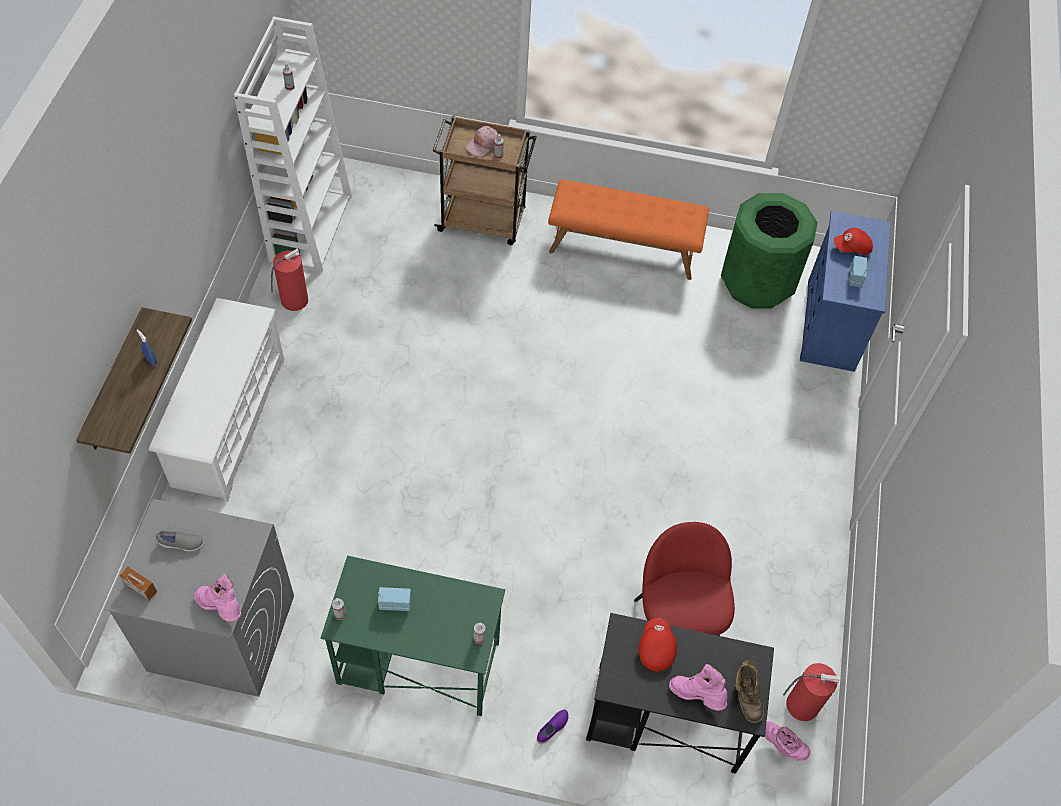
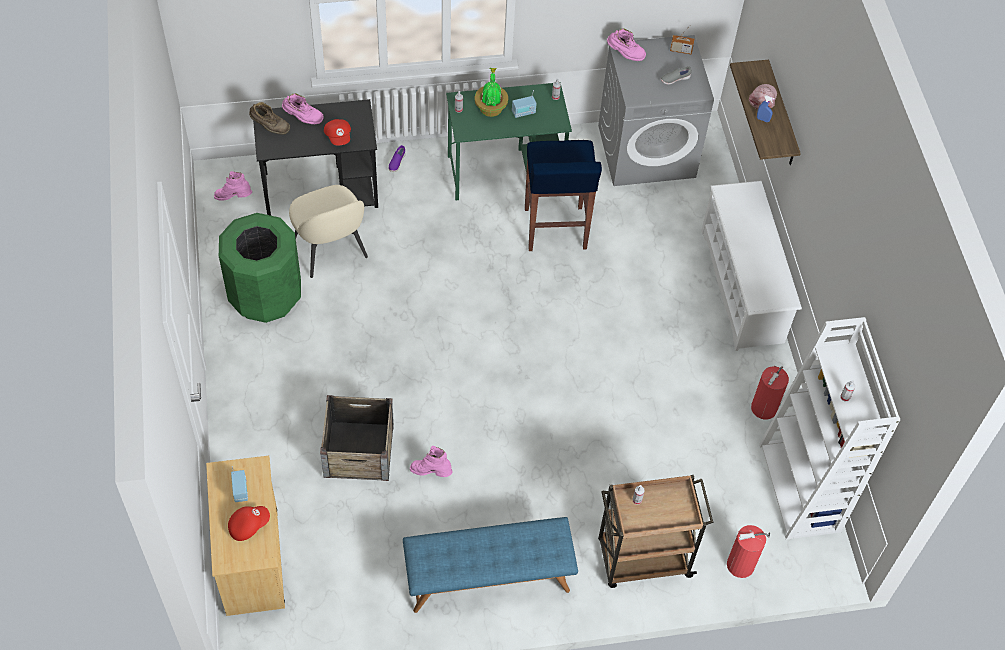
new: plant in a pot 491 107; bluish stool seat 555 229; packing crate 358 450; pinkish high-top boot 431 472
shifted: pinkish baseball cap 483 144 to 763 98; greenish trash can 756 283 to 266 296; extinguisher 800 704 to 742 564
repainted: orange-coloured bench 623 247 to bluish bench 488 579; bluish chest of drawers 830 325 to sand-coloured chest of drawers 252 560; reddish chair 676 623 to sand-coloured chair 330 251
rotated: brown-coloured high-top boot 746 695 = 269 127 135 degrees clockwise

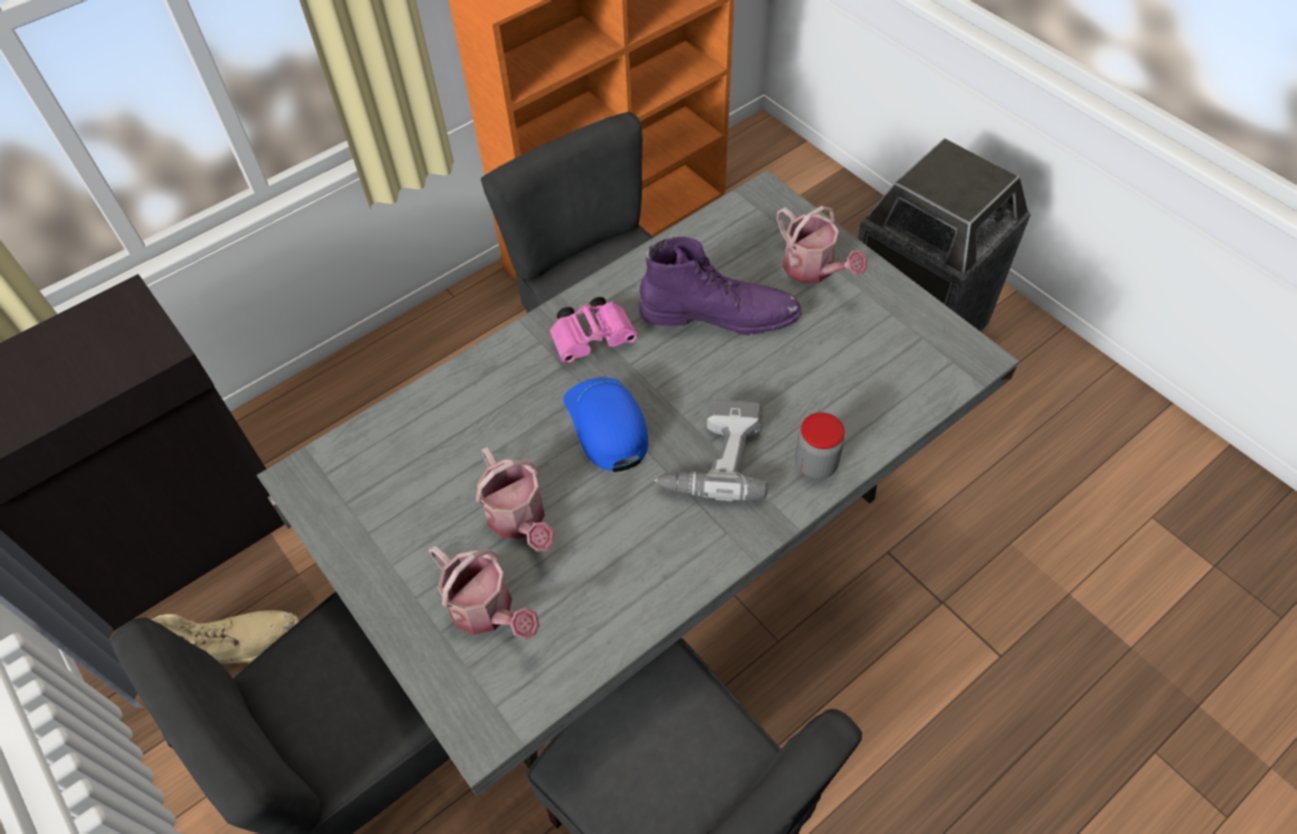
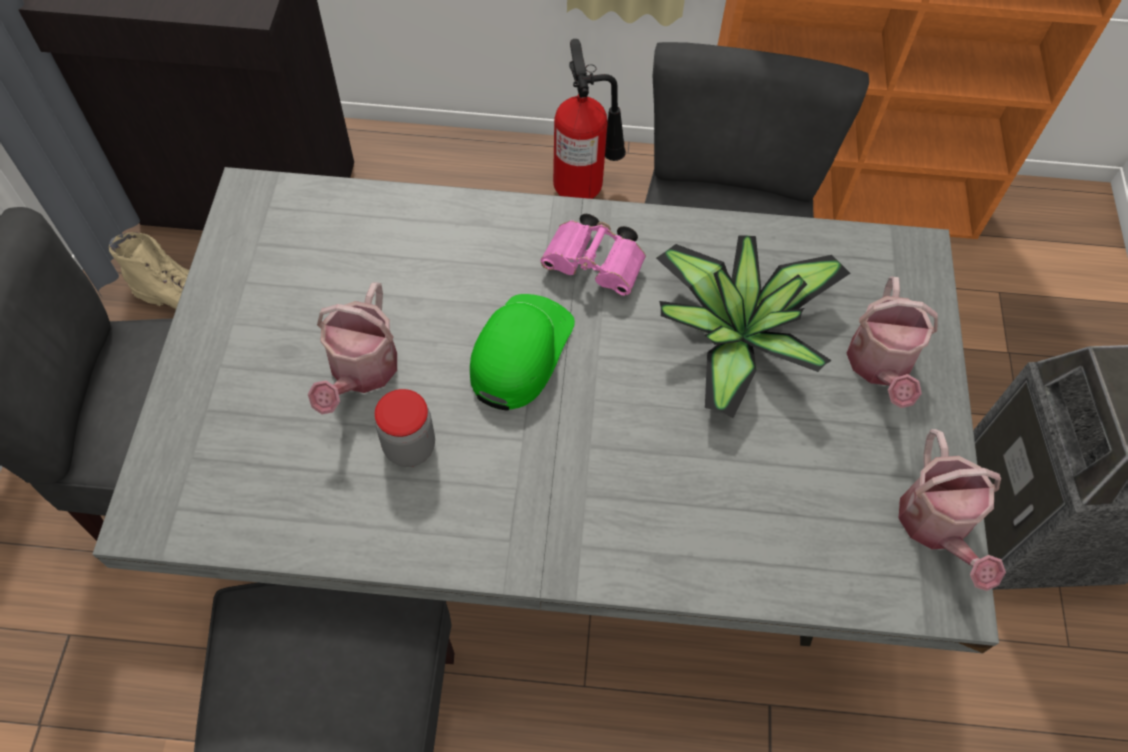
gone: electric drill 713 458
new: extinguisher 584 185
shifted: jar 815 464 to 409 447; watering pot 488 611 to 937 527
swapped: purple high-top boot 720 313 to plant in a pot 737 334
repainted: bluish baseball cap 607 425 to greenish baseball cap 520 352

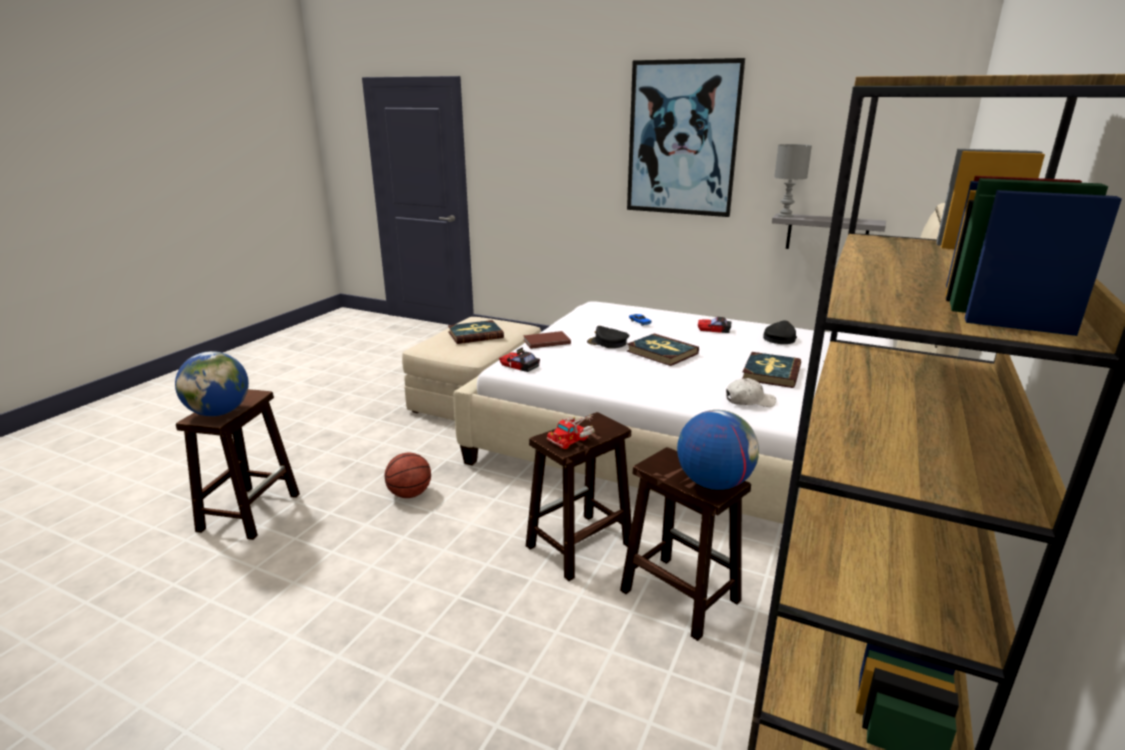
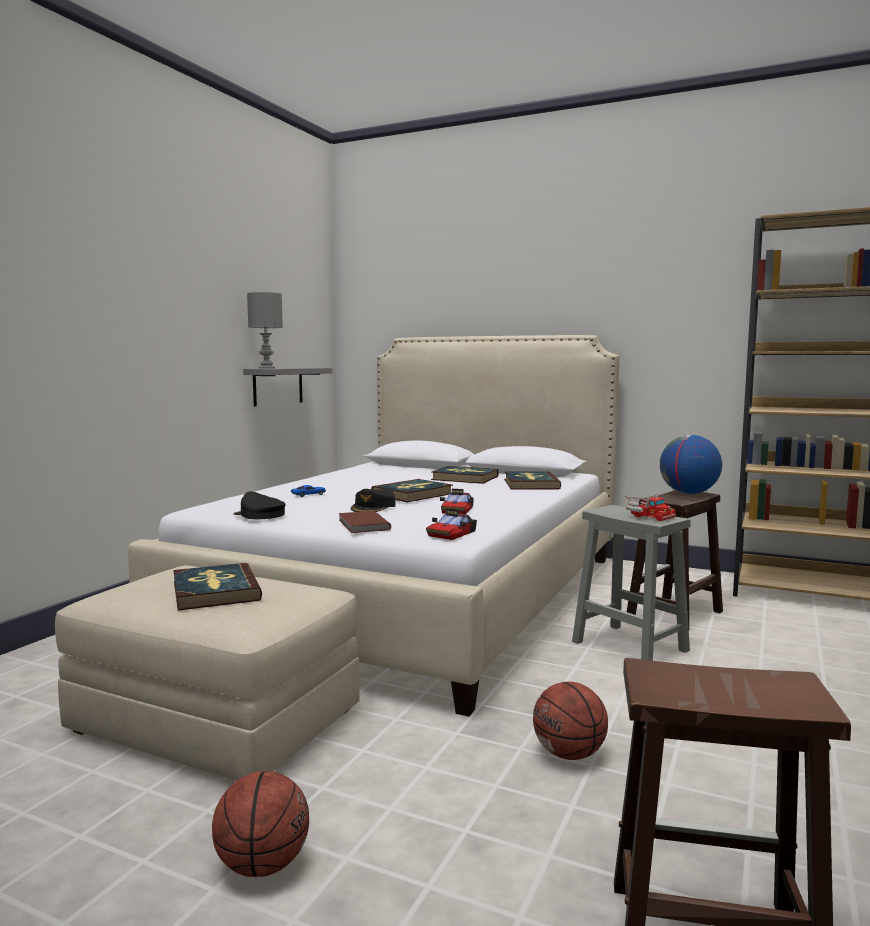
gone: wall picture 682 139; world globe 219 412
new: basketball 263 865
shifted: model car 714 329 to 457 510; black-coloured baseball cap 779 338 to 259 515
swapped: white-coloured baseball cap 749 401 to bound book 530 484
repainted: brown-coloured stool seat 578 546 to gray stool seat 631 646

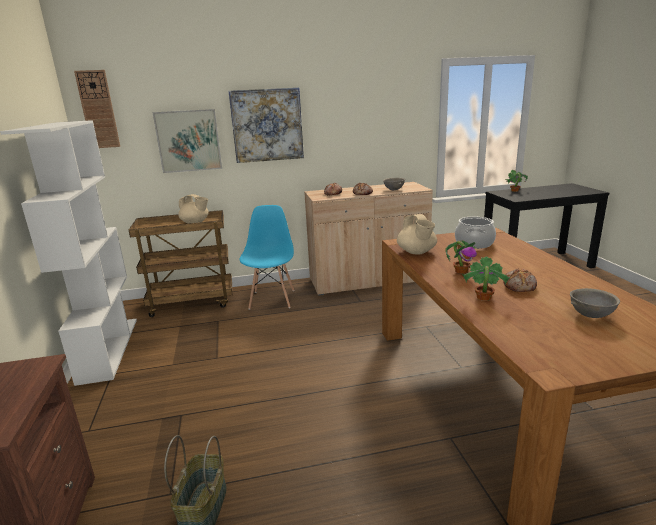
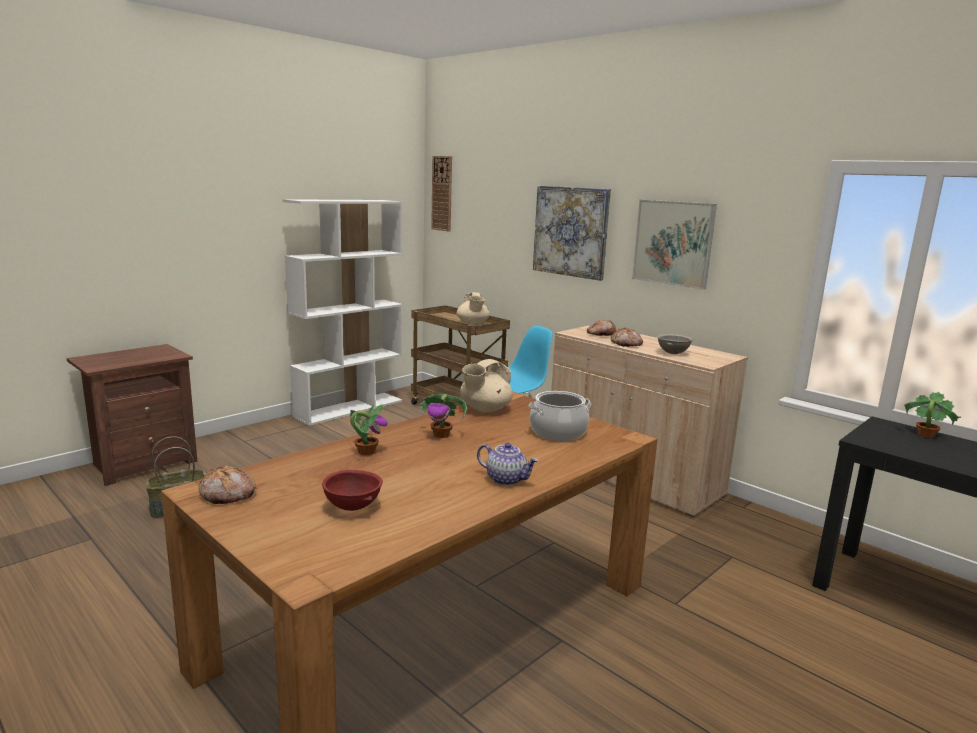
new: tea pot 506 479
shifted: wall picture 188 141 to 673 243; baked bread 520 286 to 227 494
repainted: gray deep dish 590 315 to reddish deep dish 353 507

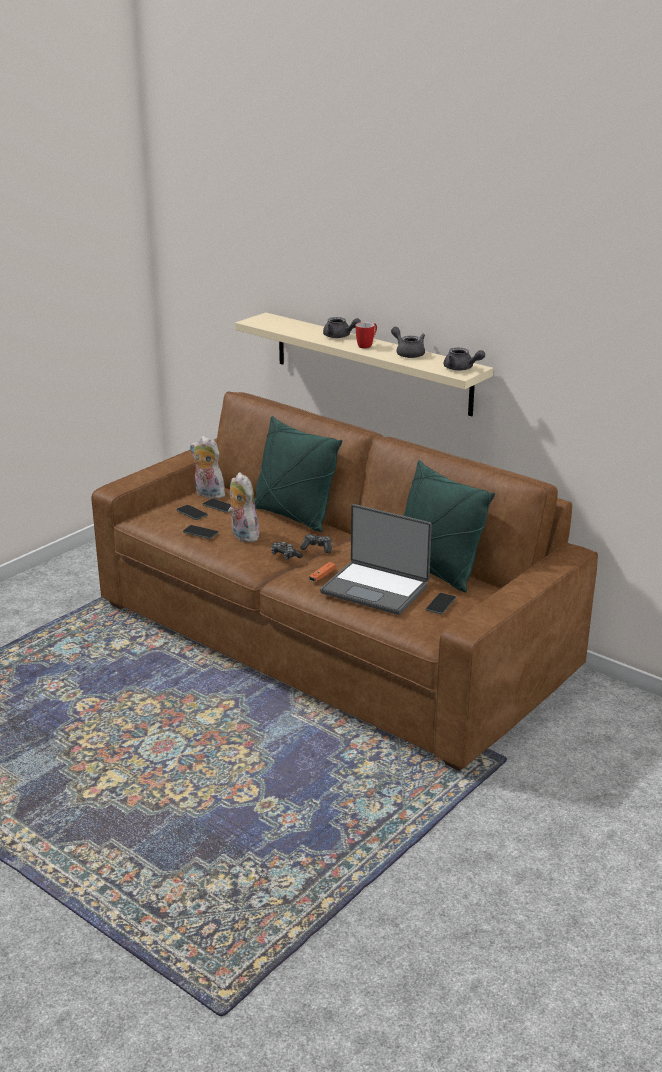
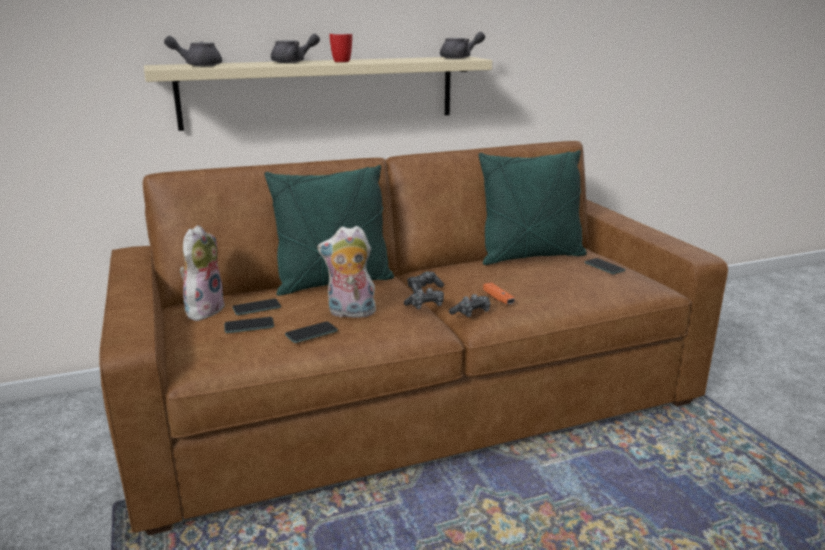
gone: portable computer 376 589
new: gamepad 471 313
shifted: gray tea pot 408 353 to 198 65
rotated: soft toy 207 494 = 204 310 135 degrees clockwise

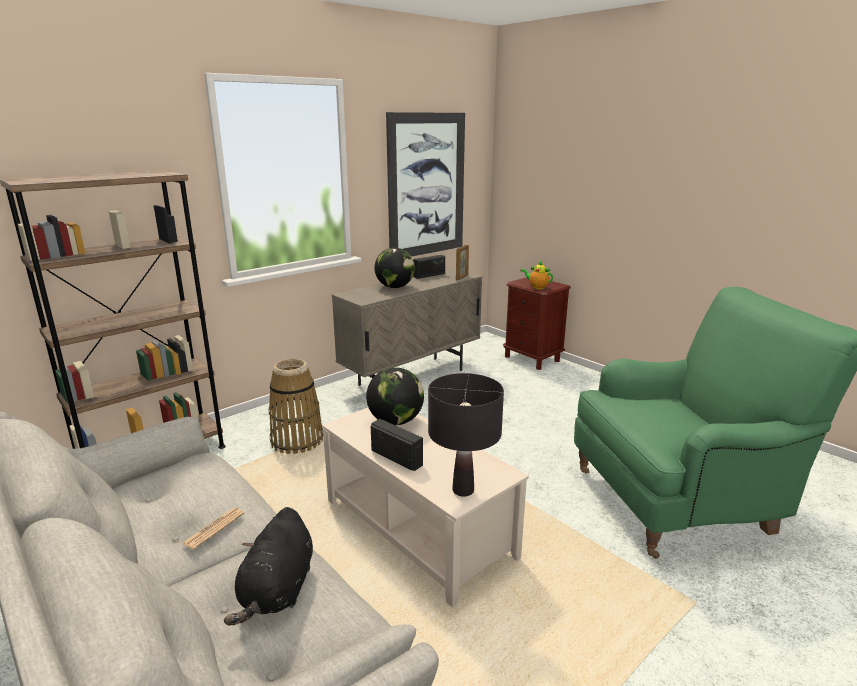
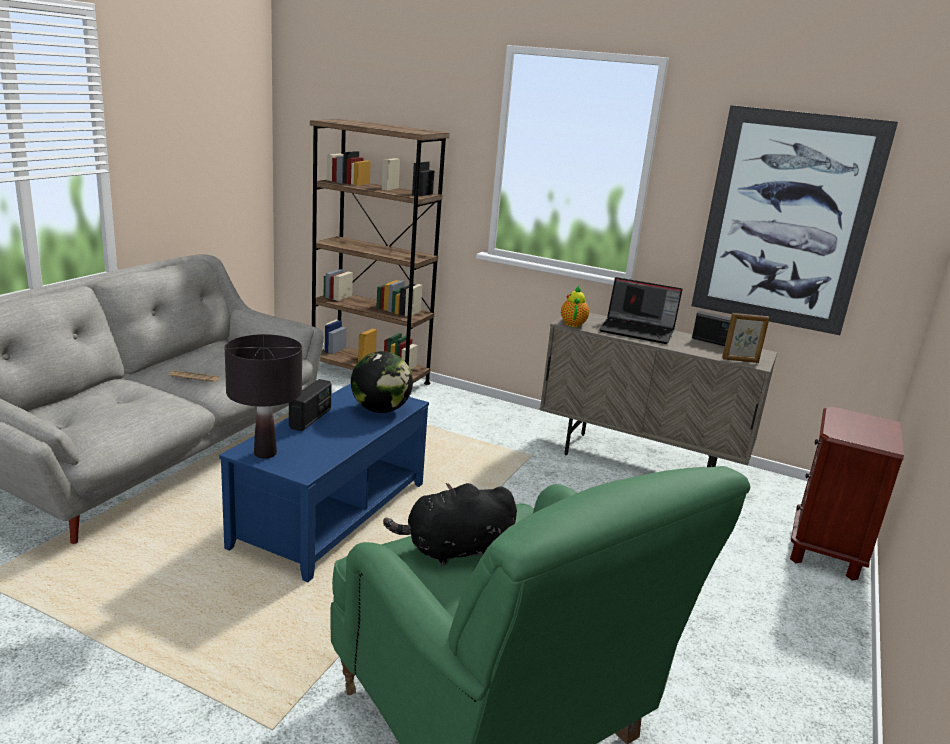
gone: basket 297 441
shifted: tea pot 537 287 to 573 323; black-coloured soft toy 278 591 to 454 551
swapped: world globe 395 287 to portable computer 638 331
repainted: sand-coloured coffee table 417 528 to bluish coffee table 332 514

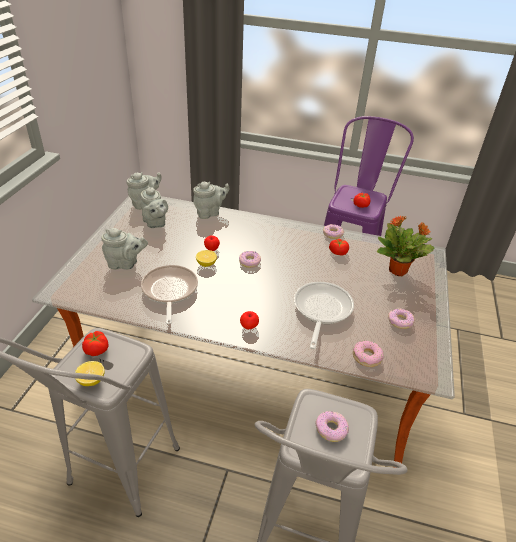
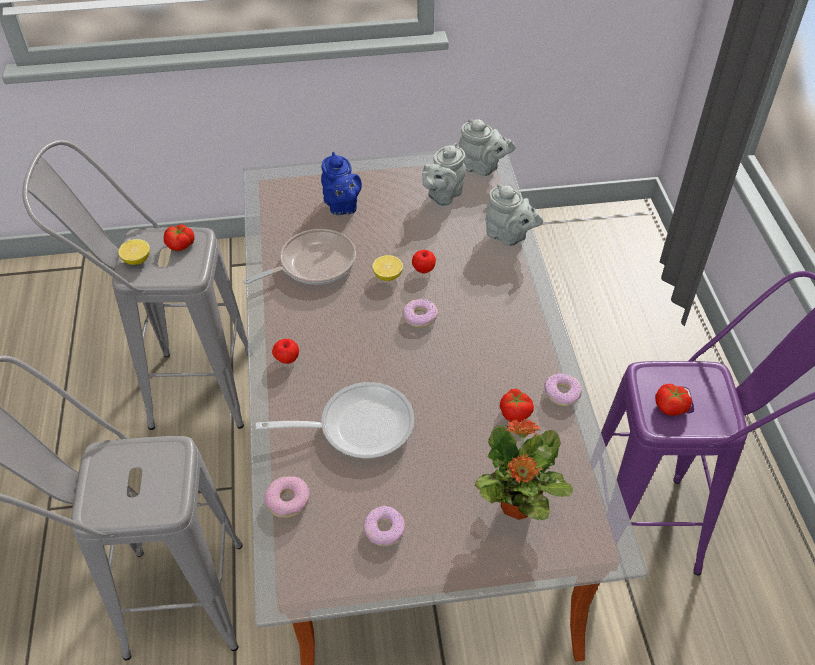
gone: ring doughnut 331 429
repainted: gray tea pot 125 264 to bluish tea pot 341 207

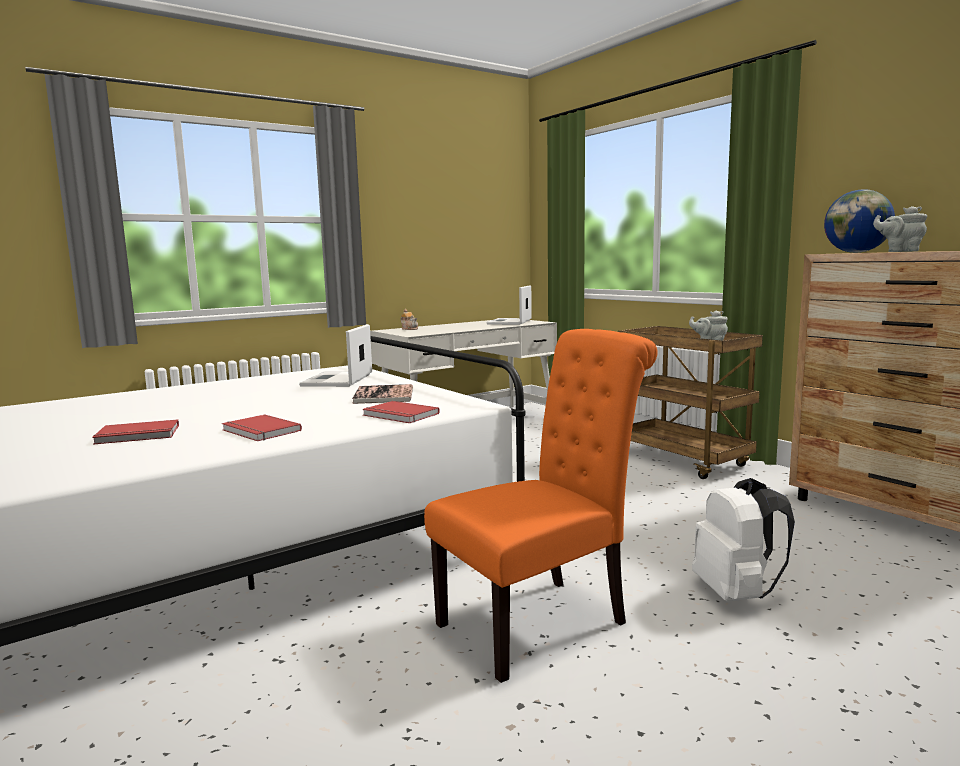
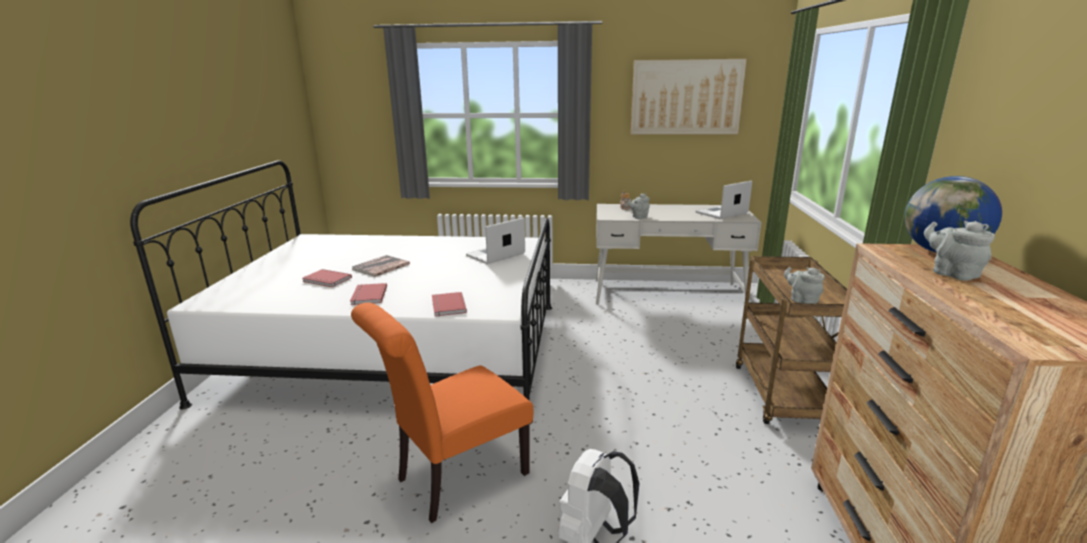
new: wall picture 686 97; gray tea pot 638 217
shifted: bound book 384 395 to 381 267
rotated: orange-coloured chair 542 620 = 455 479 135 degrees clockwise

